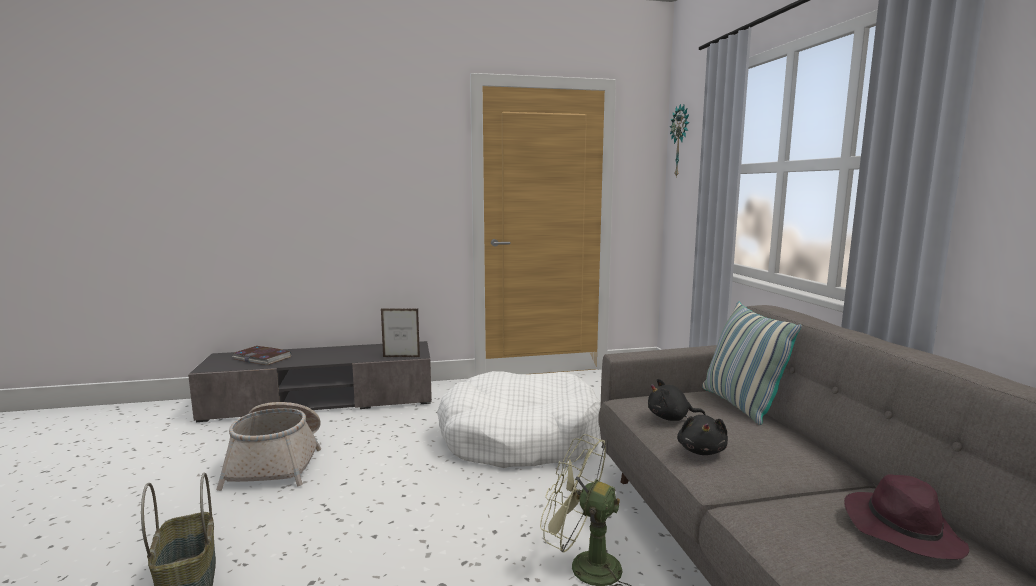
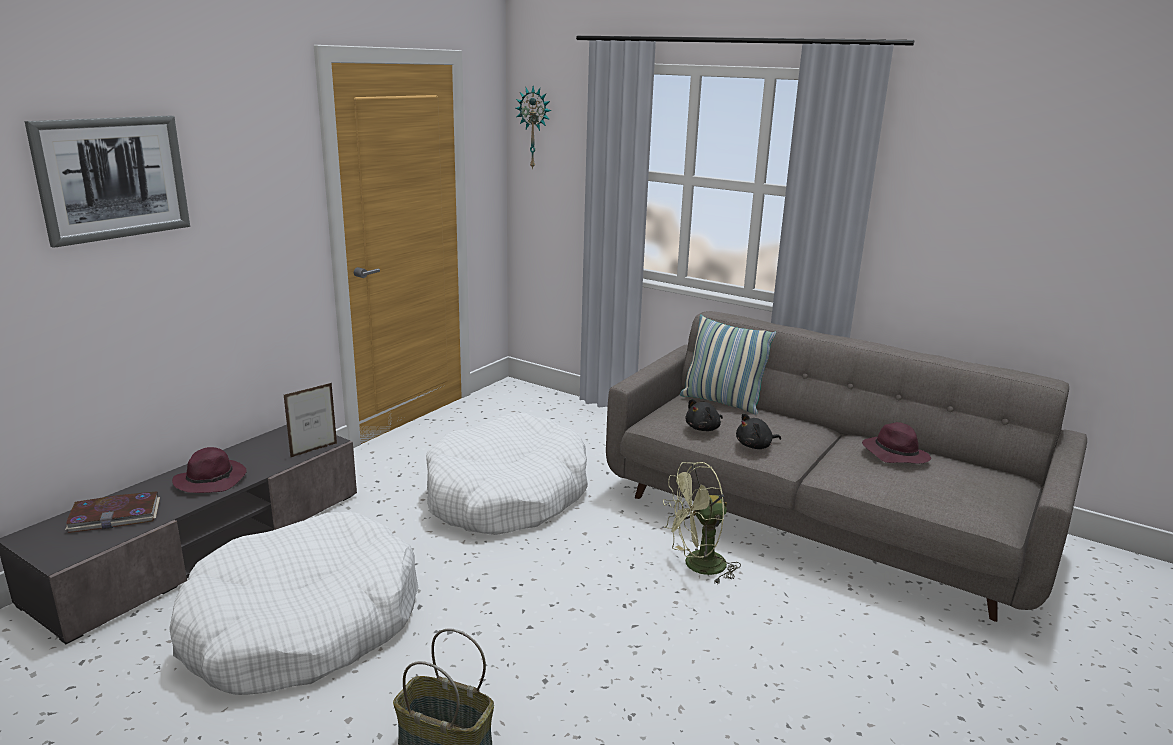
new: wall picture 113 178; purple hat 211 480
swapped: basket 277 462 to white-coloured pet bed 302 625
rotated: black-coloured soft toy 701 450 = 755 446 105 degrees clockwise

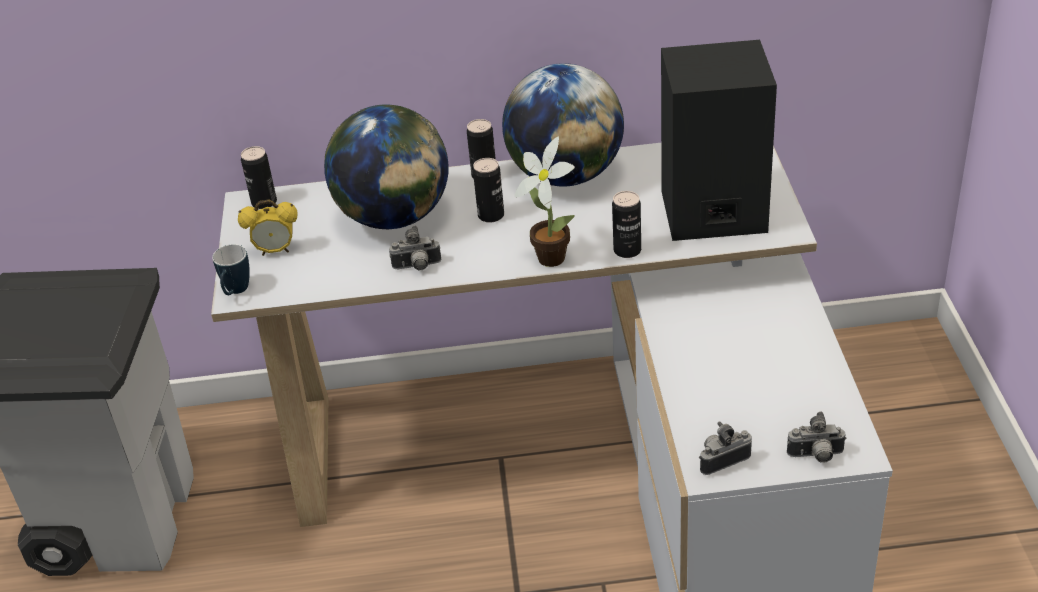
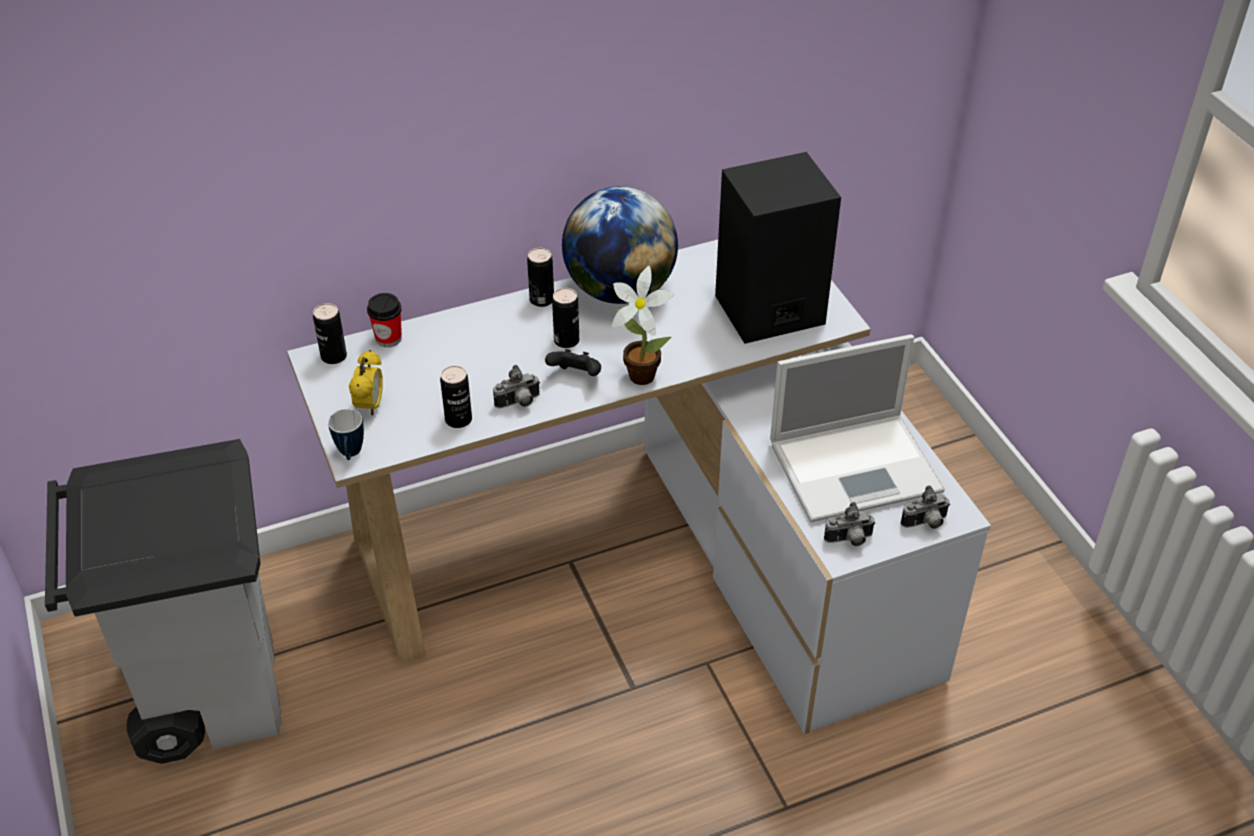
gone: world globe 394 218
new: cup 388 338; portable computer 858 466; black-coloured gamepad 576 376
shifted: metal can 627 250 to 458 419
rotated: alarm clock 275 251 = 370 406 60 degrees counterclockwise; still camera 722 459 = 849 540 150 degrees counterclockwise

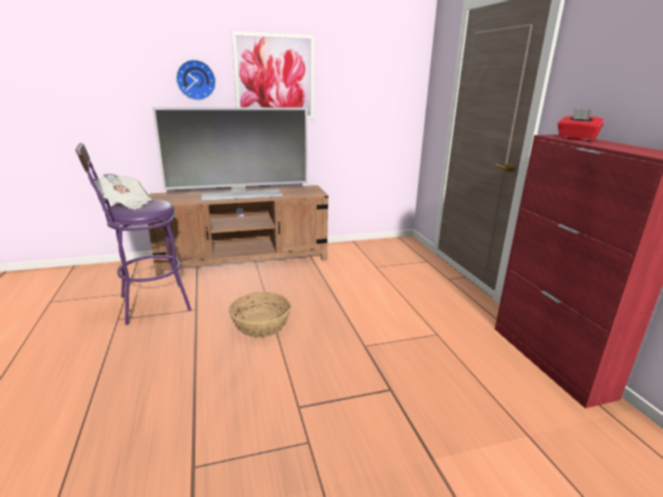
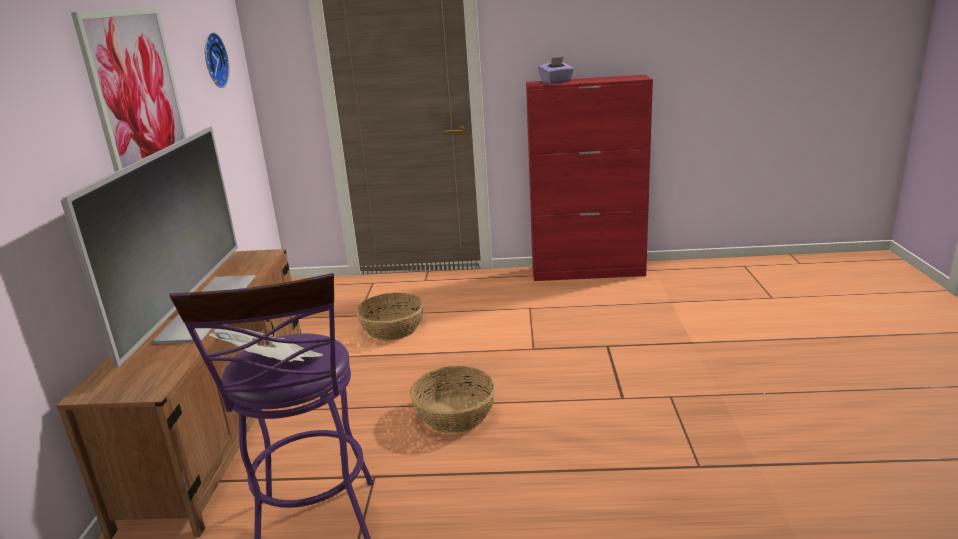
new: basket 392 328
shifted: clock on the wall 196 80 to 213 60
repainted: reddish box of tissues 576 139 to purple box of tissues 556 82

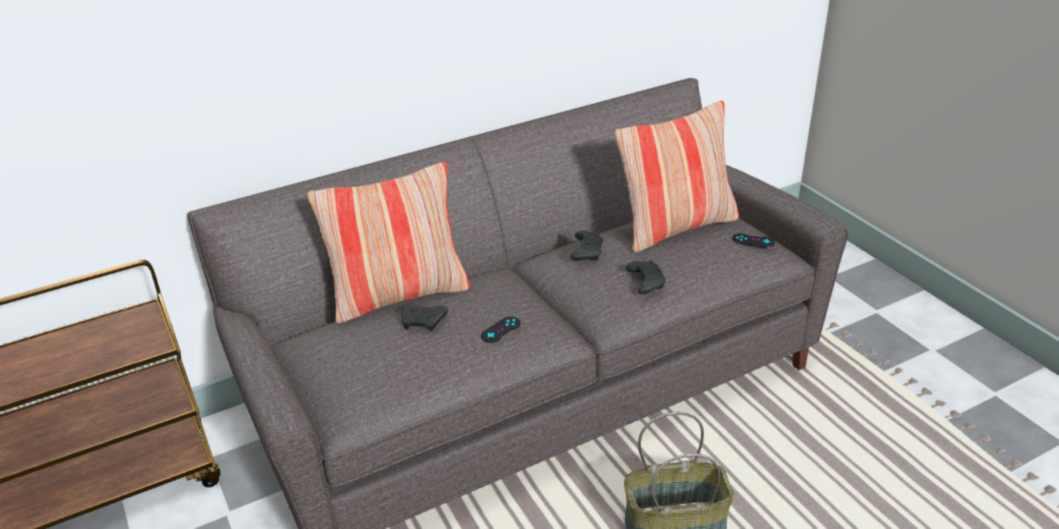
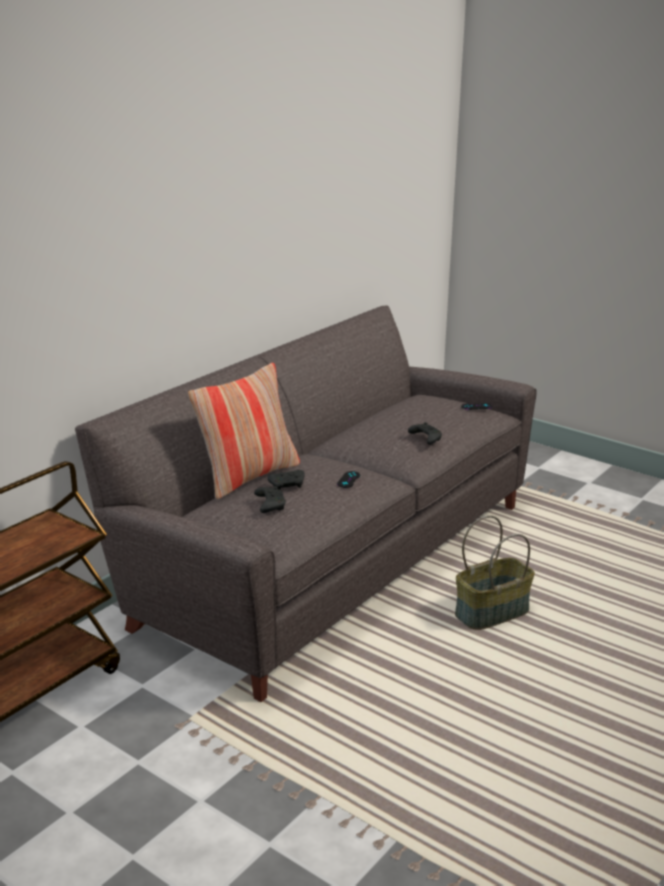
gone: pillow 676 227
shifted: black-coloured gamepad 586 252 to 269 505

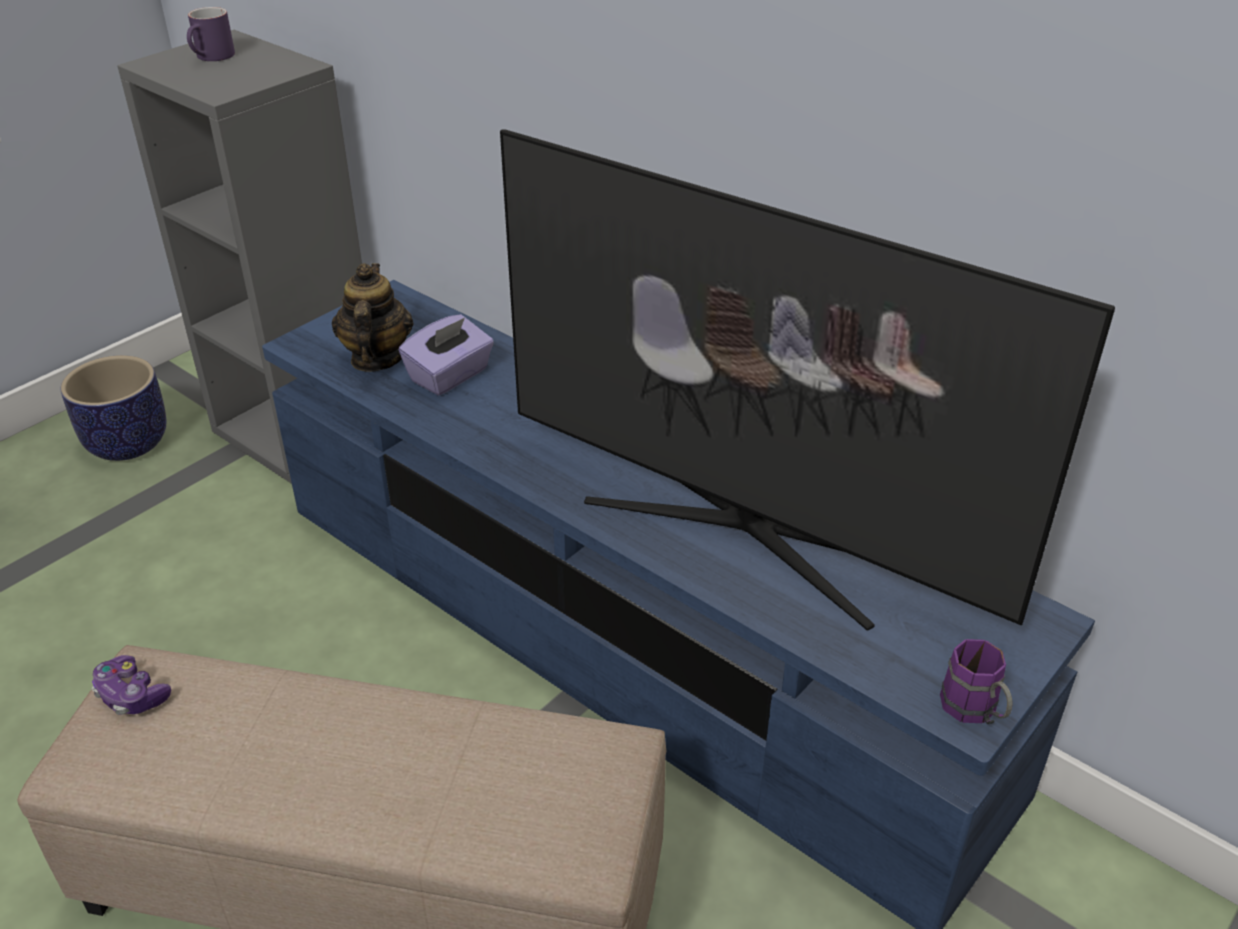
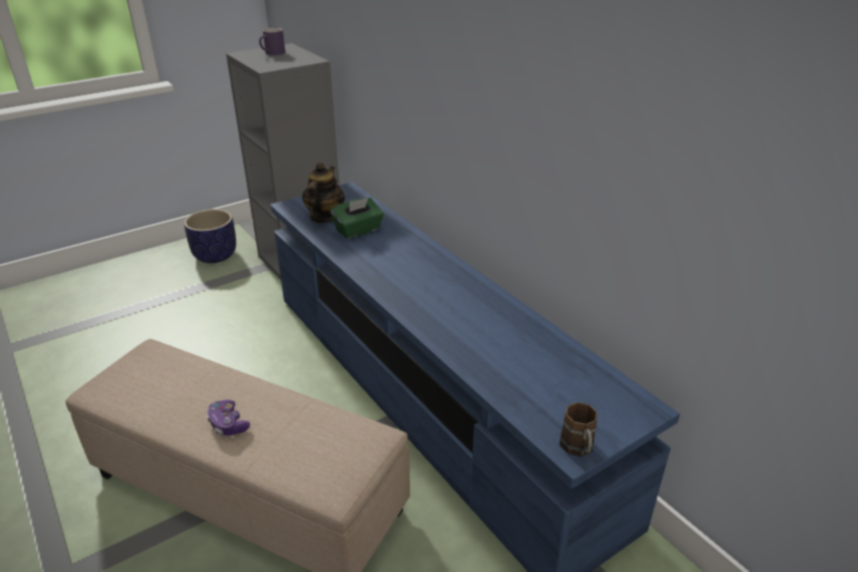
gone: TV set 744 531
shifted: gamepad 132 696 to 228 424
repainted: purple box of tissues 450 376 to greenish box of tissues 358 230; purple mug 975 713 to brown-coloured mug 578 450

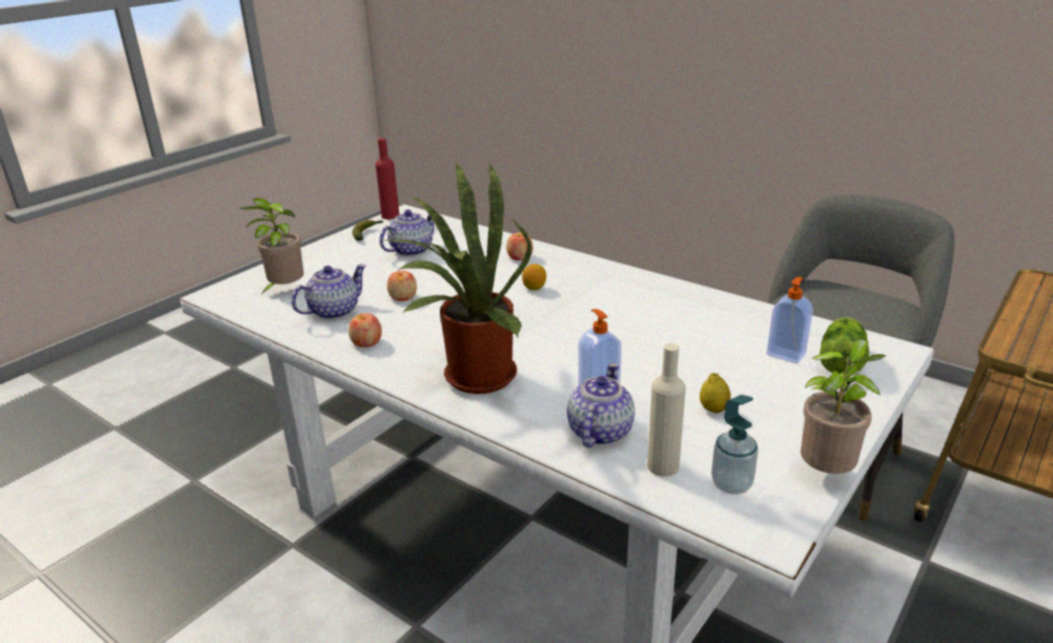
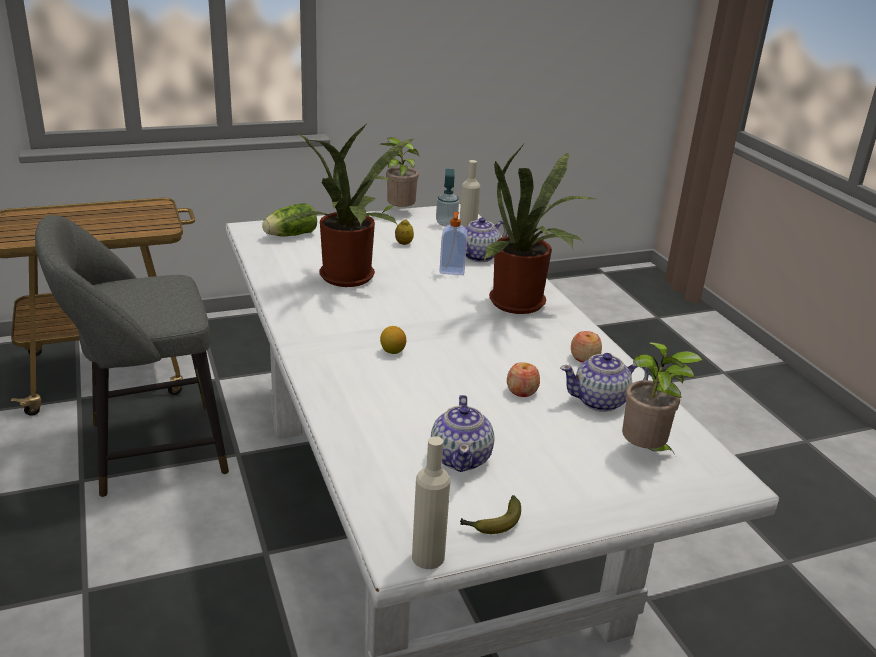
gone: apple 520 257; soap dispenser 786 354
new: plant in a pot 350 279
repainted: reddish drink bottle 390 216 to sand-coloured drink bottle 428 557
rotated: tea pot 410 250 = 461 457 75 degrees counterclockwise

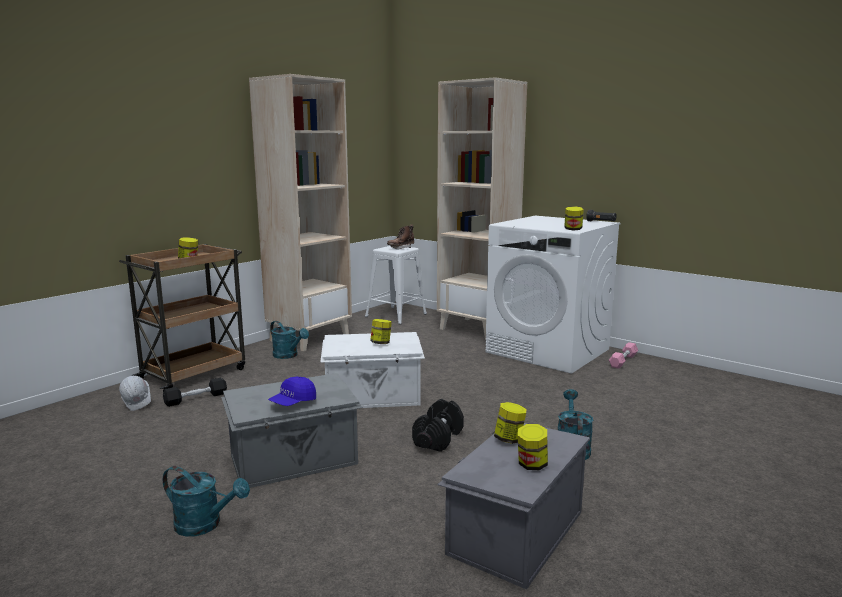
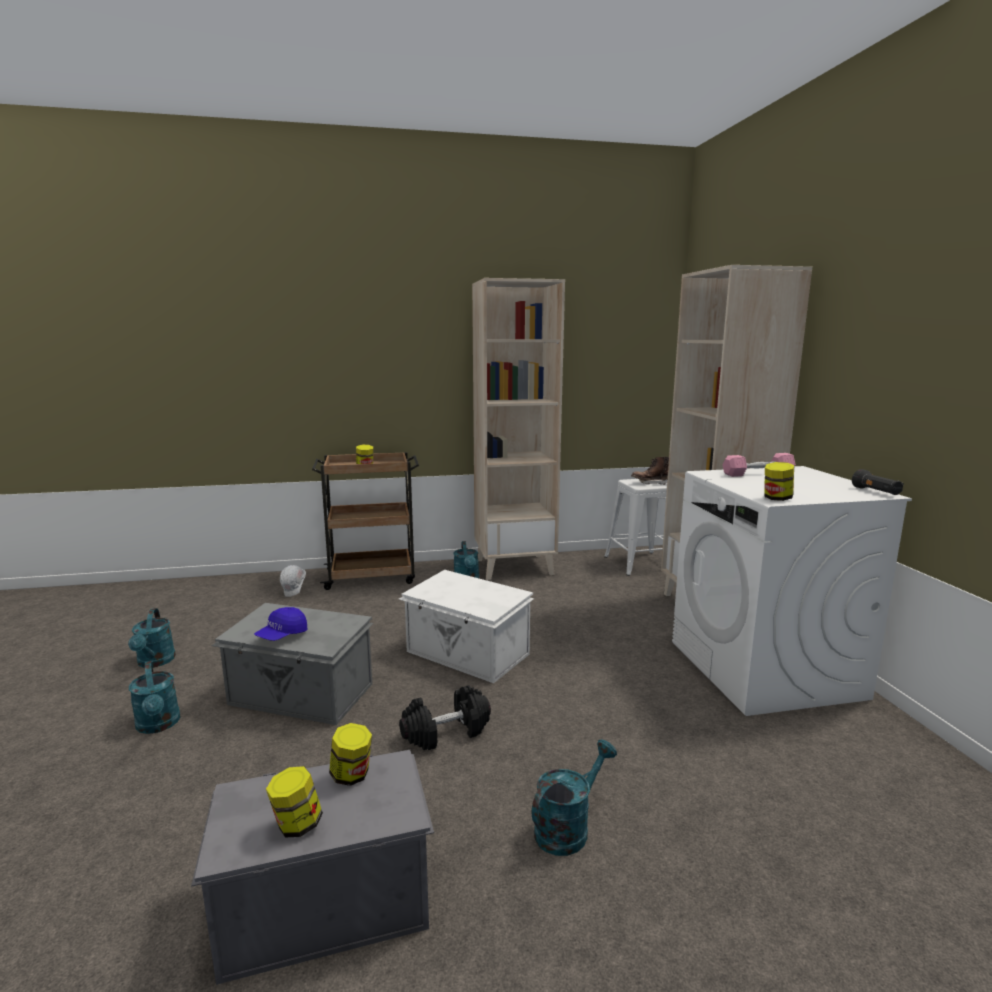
gone: jar 381 343; black-coloured dumbbell 196 398
new: blue-green watering pot 155 662
shifted: pinkish dumbbell 623 361 to 758 473
rotated: bluish baseball cap 293 403 = 282 635 45 degrees counterclockwise

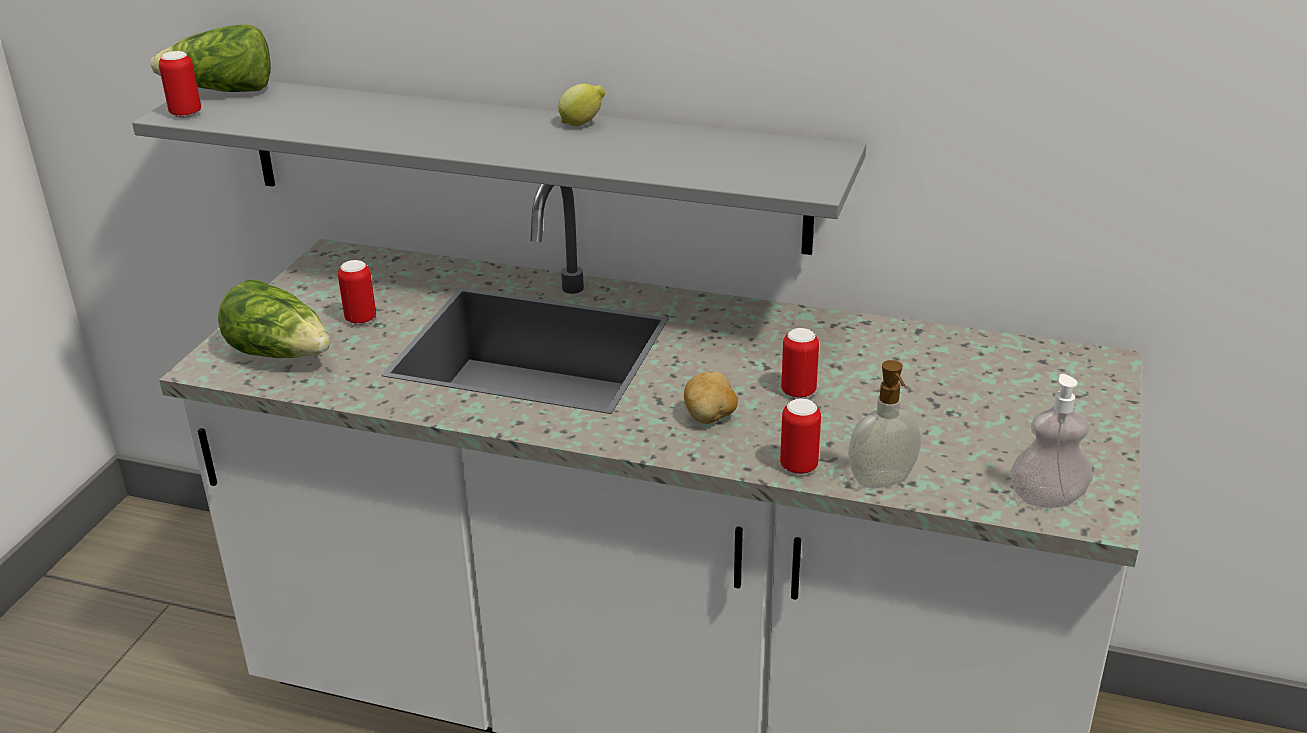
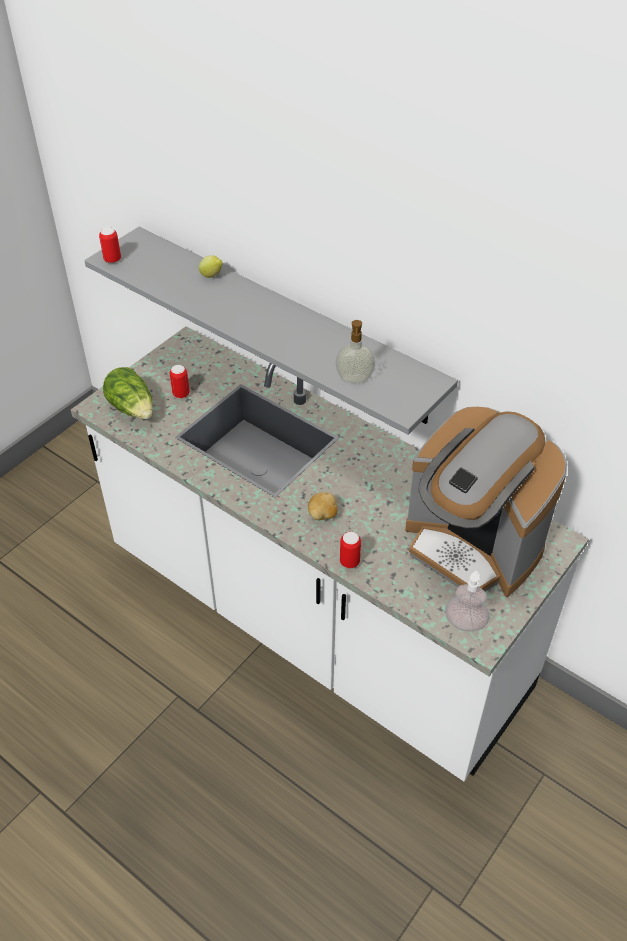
gone: head of lettuce 223 92; metal can 798 392
new: coffee brewer 472 546
shifted: citrus fruit 582 124 to 212 276; soap dispenser 882 481 to 354 380

